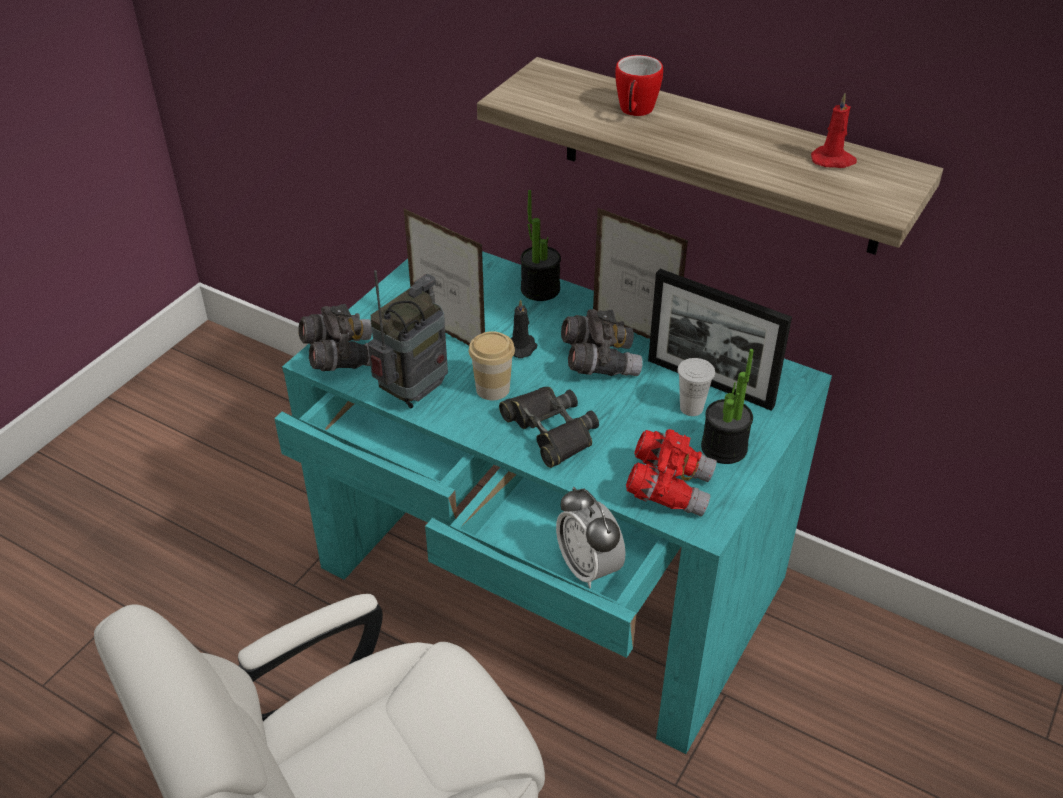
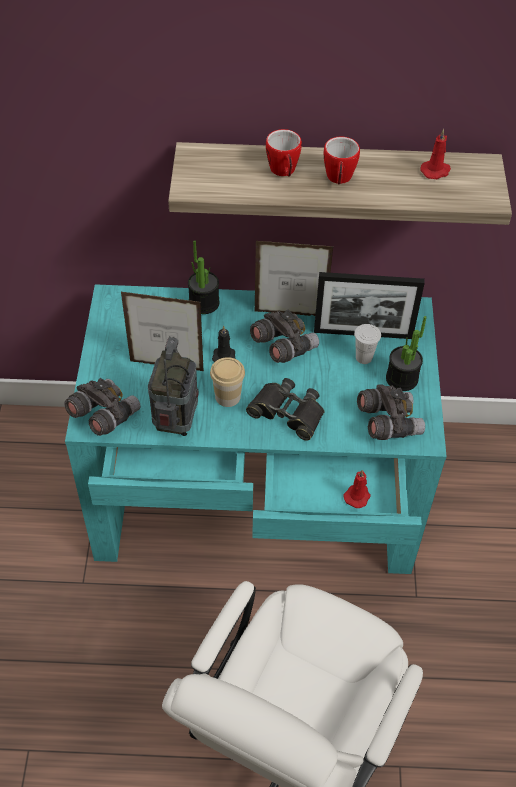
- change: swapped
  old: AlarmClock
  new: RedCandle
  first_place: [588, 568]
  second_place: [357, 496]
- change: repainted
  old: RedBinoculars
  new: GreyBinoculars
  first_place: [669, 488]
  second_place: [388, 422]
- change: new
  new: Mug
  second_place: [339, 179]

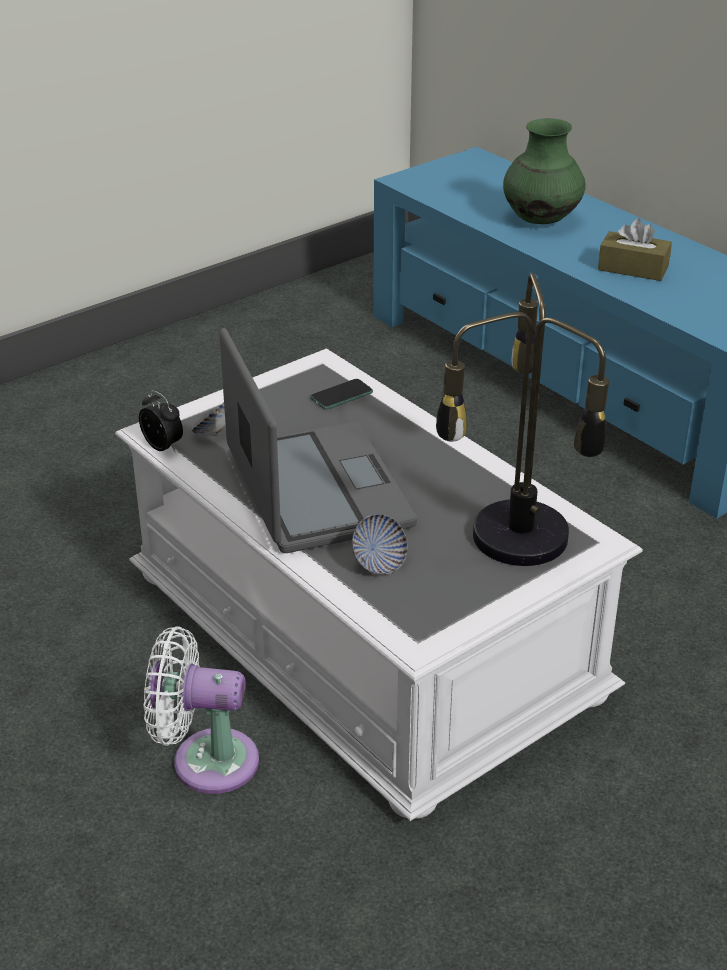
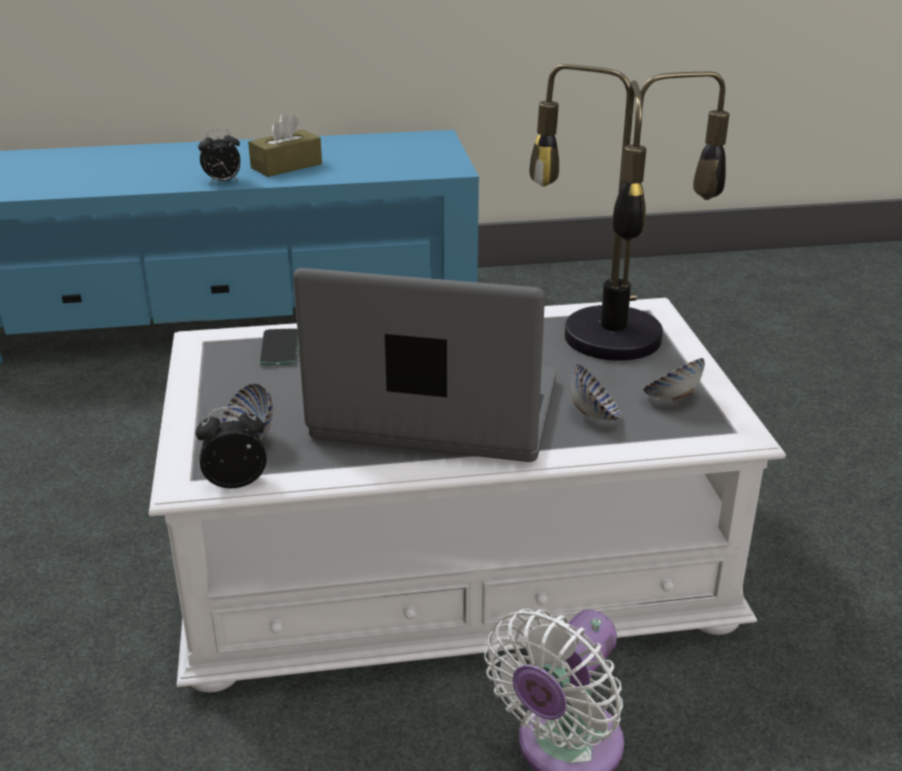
- change: gone
  old: GreenVase
  first_place: [540, 220]
- change: new
  new: AlarmClock
  second_place: [223, 182]
- change: new
  new: Bowl
  second_place: [671, 398]

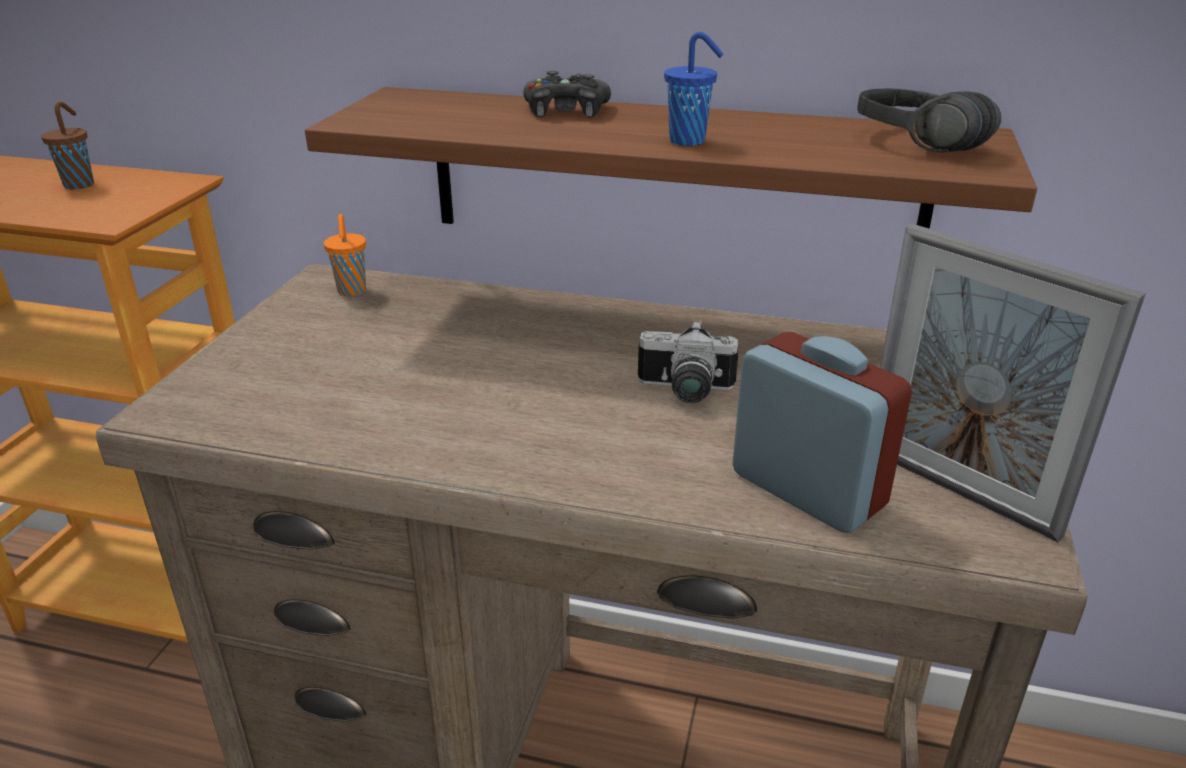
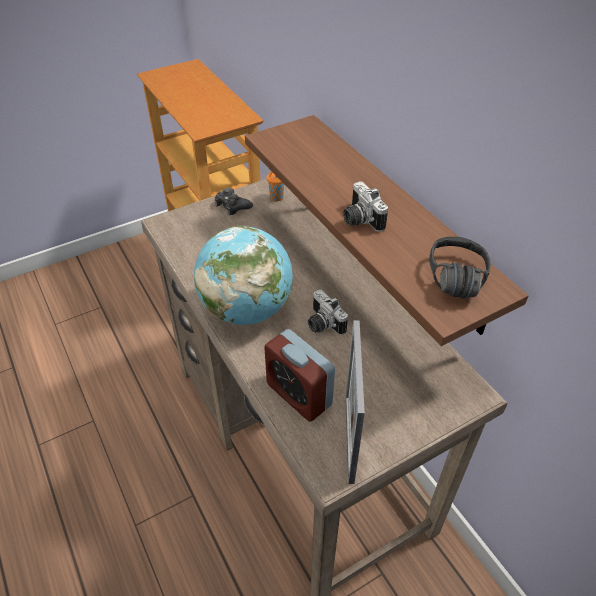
- change: gone
  old: BrownCup
  first_place: [80, 184]
- change: shifted
  old: BlackGameController
  first_place: [566, 110]
  second_place: [232, 205]
- change: swapped
  old: BlueCup
  new: PhotoCamera
  first_place: [689, 141]
  second_place: [359, 220]
- change: rotated
  old: AlarmClock
  first_place: [807, 490]
  second_place: [299, 395]
  degrees: 135
- change: new
  new: Globe
  second_place: [246, 309]

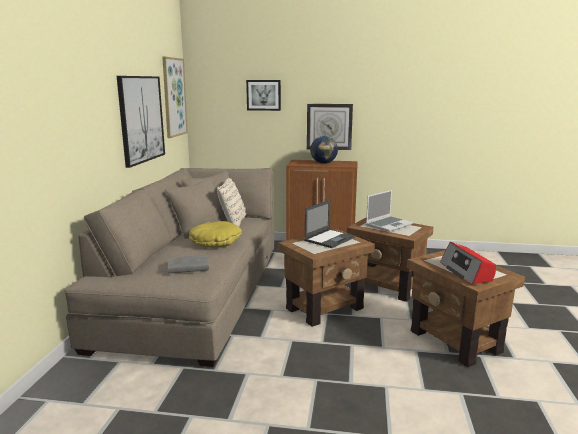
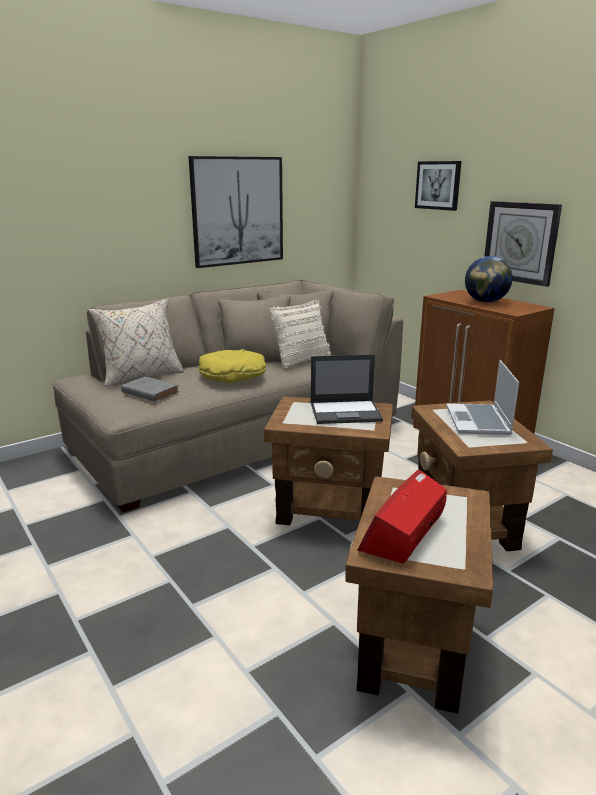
- change: gone
  old: Picture
  first_place: [174, 97]
- change: rotated
  old: Laptop
  first_place: [388, 224]
  second_place: [479, 421]
  degrees: 90
- change: new
  new: BeigePillow
  second_place: [141, 376]

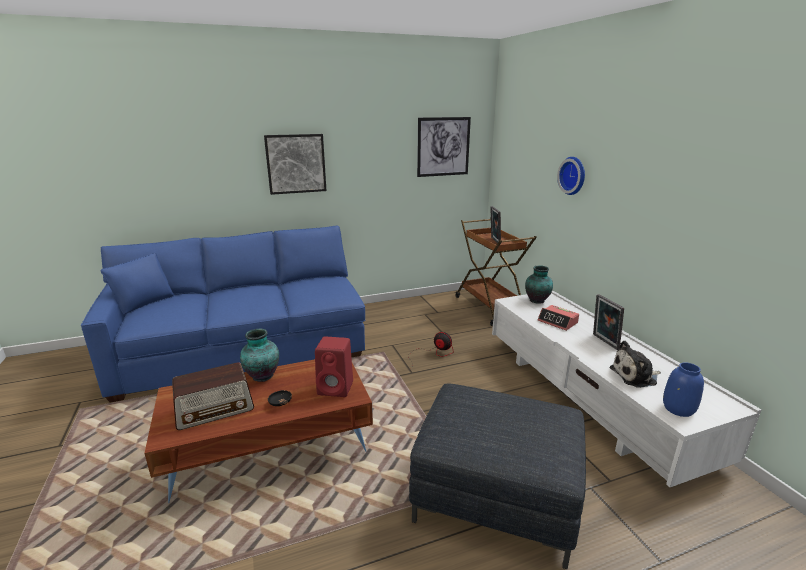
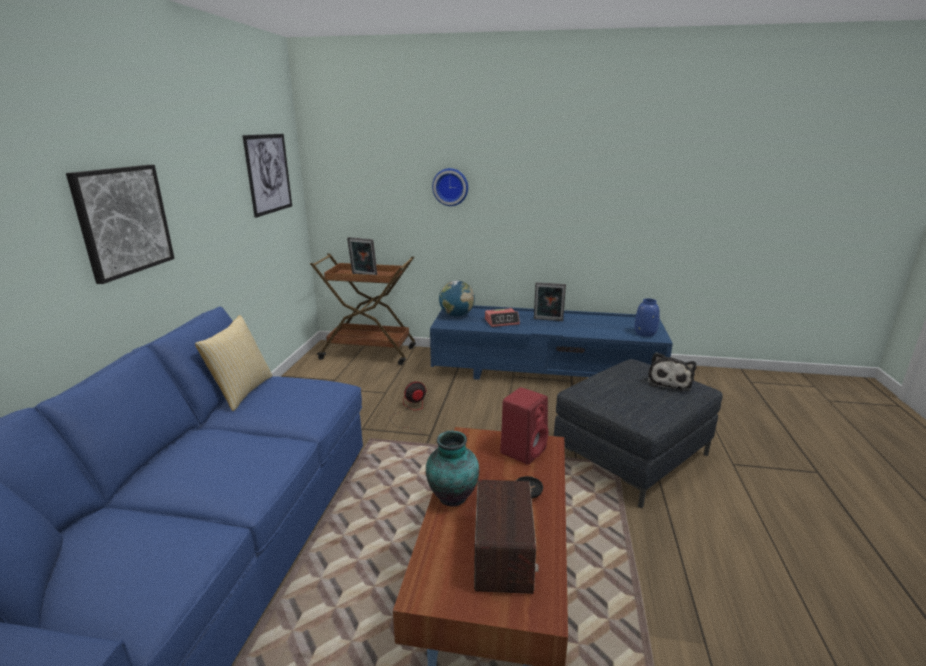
- change: repainted
  old: WhiteTvStand
  new: BlueTvStand
  first_place: [590, 395]
  second_place: [544, 370]
- change: swapped
  old: Vase
  new: Globe
  first_place: [537, 301]
  second_place: [456, 315]
- change: shifted
  old: PlushToy
  first_place: [635, 376]
  second_place: [669, 382]
- change: new
  new: Pillow
  second_place: [241, 392]

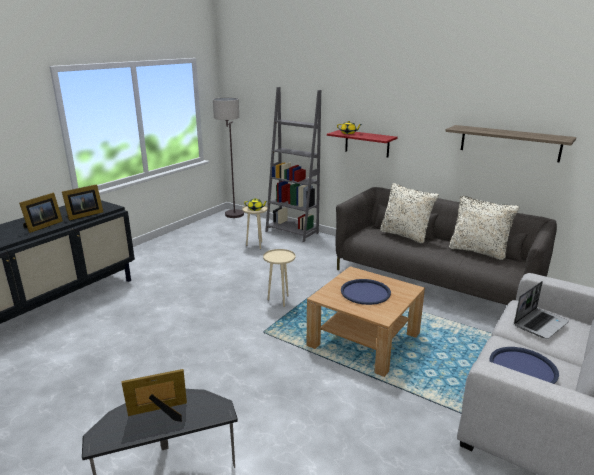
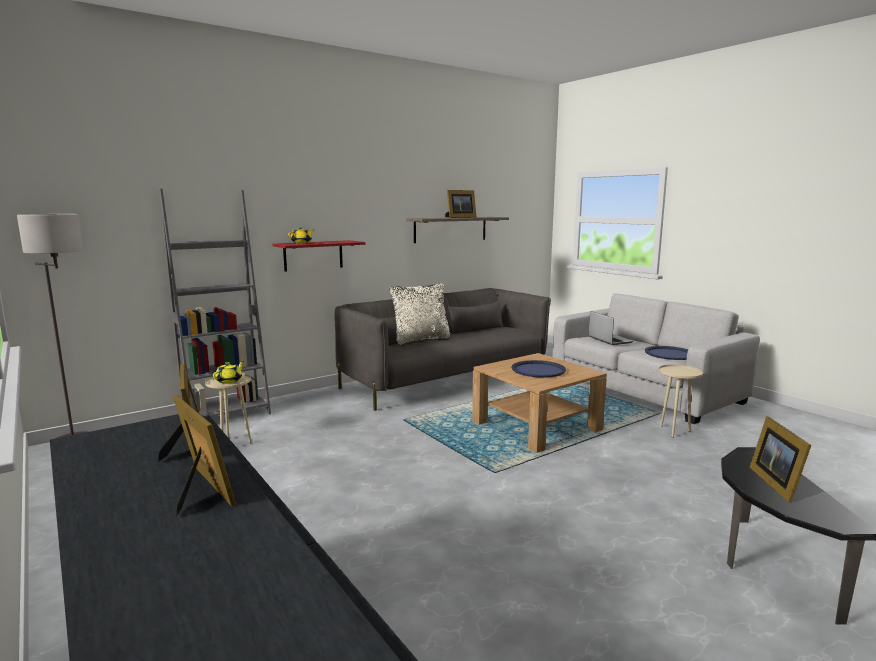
- change: shifted
  old: BeigeSideTable
  first_place: [280, 300]
  second_place: [674, 431]
- change: gone
  old: BeigePillow
  first_place: [478, 252]
- change: new
  new: PictureFrame
  second_place: [459, 217]

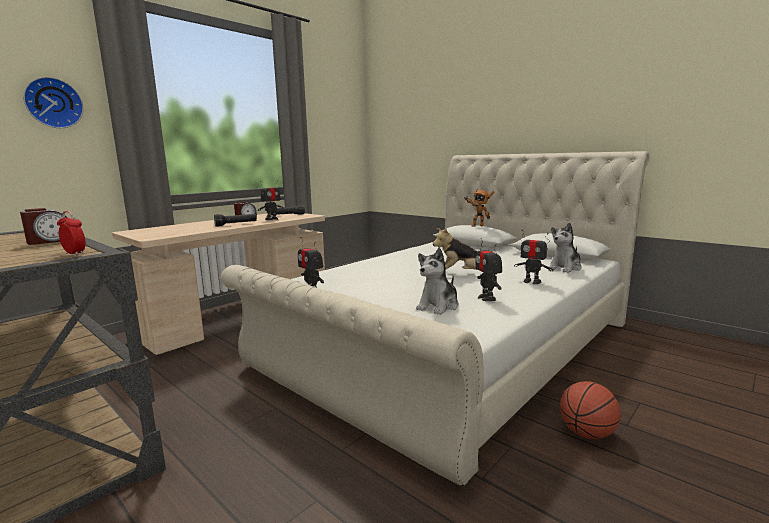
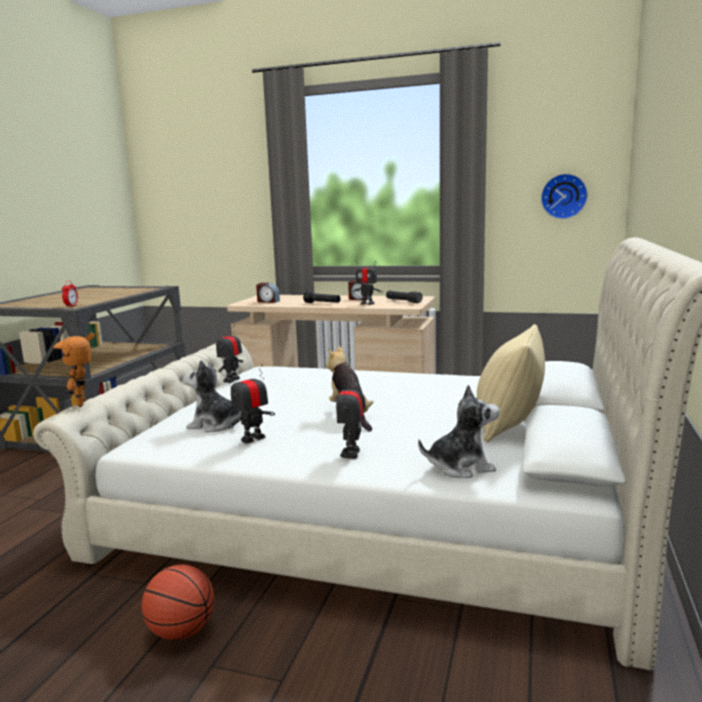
- change: shifted
  old: AlarmClock
  first_place: [50, 241]
  second_place: [268, 301]
- change: shifted
  old: WallClock
  first_place: [53, 103]
  second_place: [563, 196]
- change: shifted
  old: ToyRobot
  first_place: [477, 226]
  second_place: [85, 403]
- change: rotated
  old: PlushToy
  first_place: [565, 268]
  second_place: [460, 467]
  degrees: 150
- change: new
  new: BeigePillow
  second_place: [508, 425]

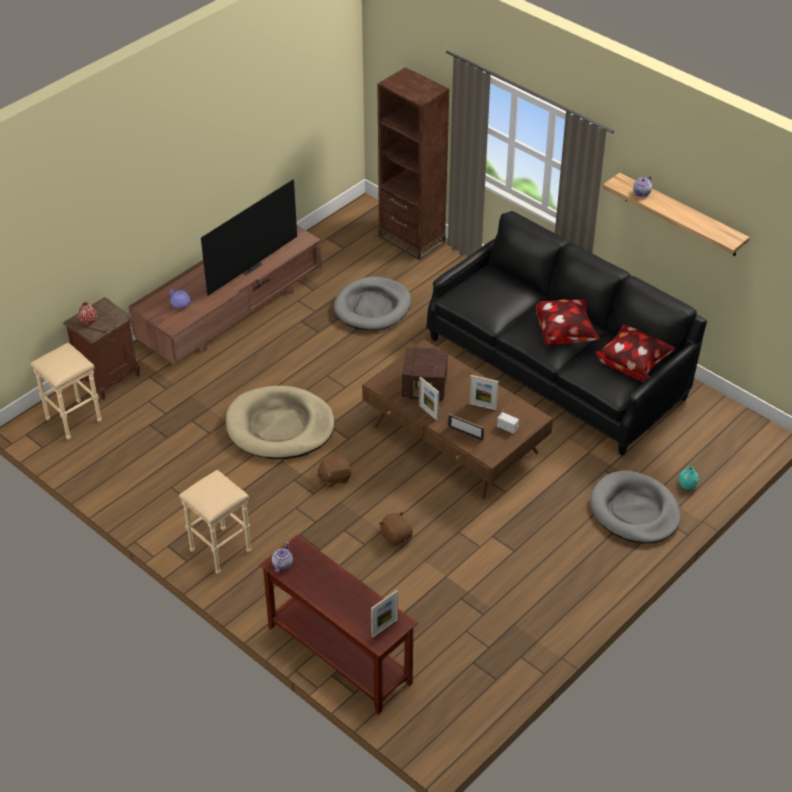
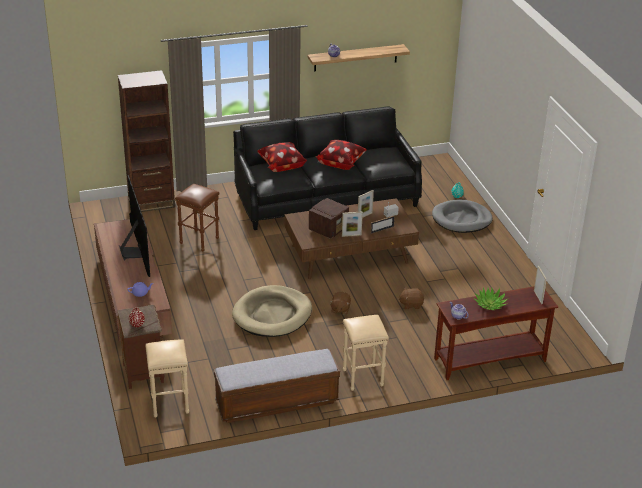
- change: swapped
  old: GreyDogBed
  new: BrownStool
  first_place: [372, 307]
  second_place: [199, 240]
- change: shifted
  old: Pillow
  first_place: [632, 364]
  second_place: [281, 166]
- change: new
  new: Bench
  second_place: [276, 403]
- change: new
  new: PottedPlant
  second_place: [490, 304]

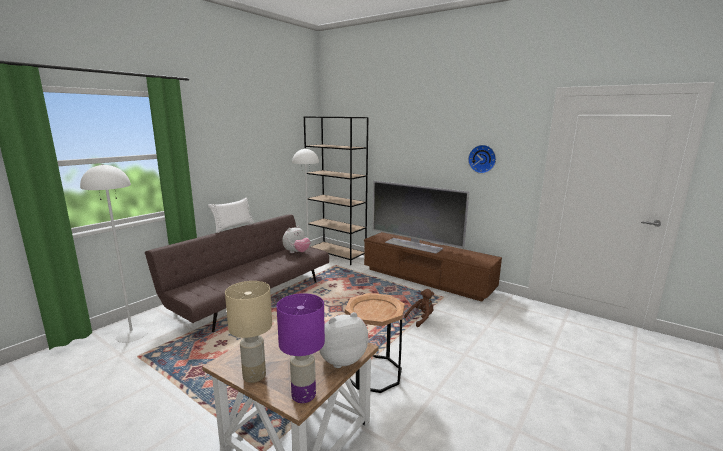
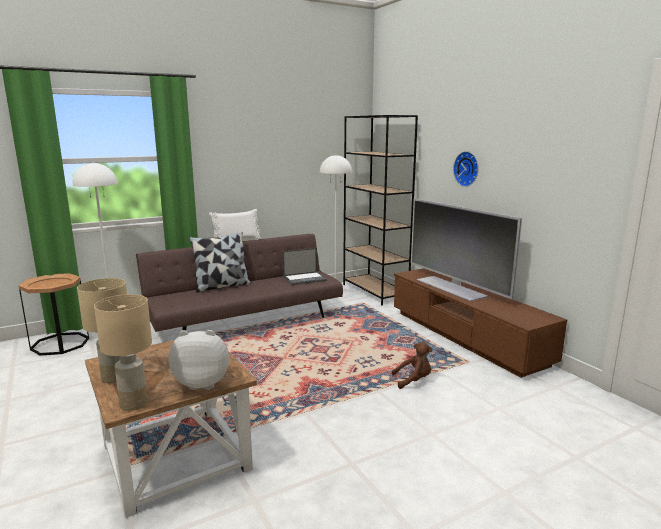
- change: repainted
  old: PurpleTableLamp
  new: BeigeTableLamp
  first_place: [304, 395]
  second_place: [134, 404]
- change: swapped
  old: PlushToy
  new: Laptop
  first_place: [296, 252]
  second_place: [305, 278]
- change: shifted
  old: BrownSideTable
  first_place: [373, 373]
  second_place: [60, 344]
- change: shifted
  old: WallClock
  first_place: [482, 159]
  second_place: [467, 168]
- change: new
  new: Pillow
  second_place: [222, 286]

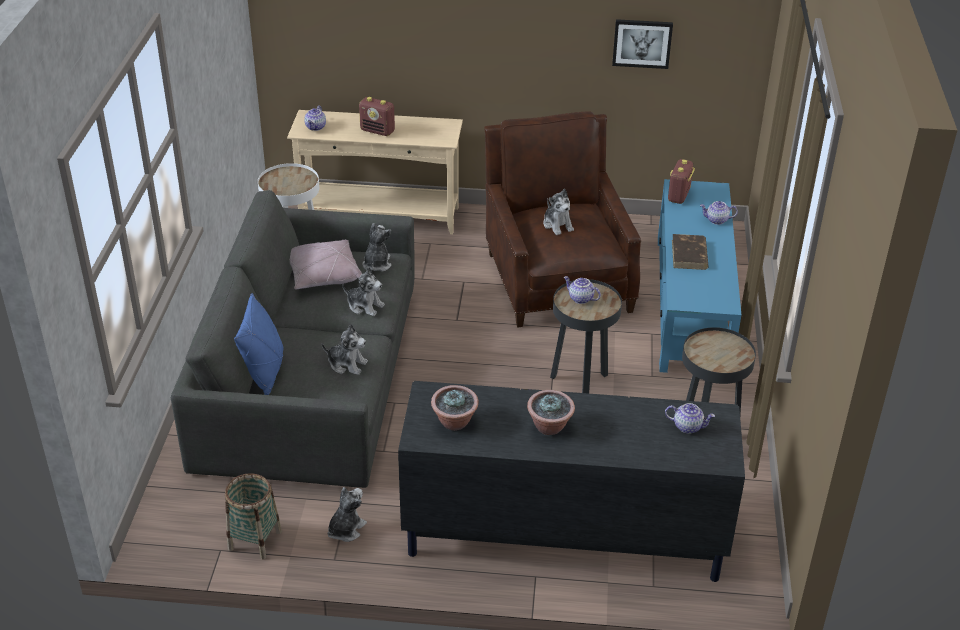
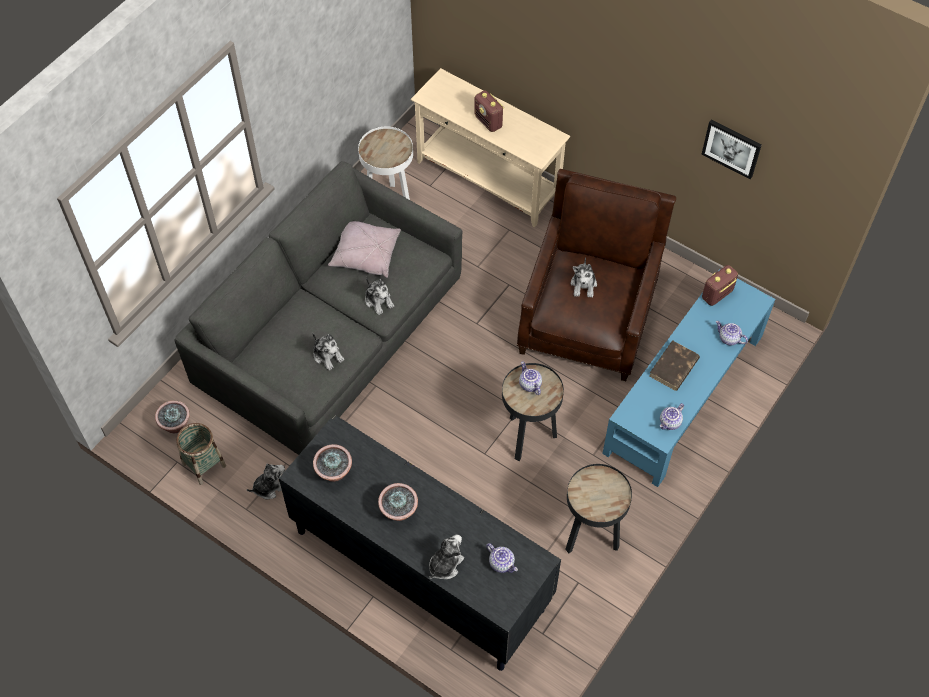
- change: gone
  old: BluePillow
  first_place: [265, 372]
- change: shifted
  old: Teapot
  first_place: [316, 127]
  second_place: [670, 423]
- change: shifted
  old: PlushToy
  first_place: [376, 264]
  second_place: [445, 564]
- change: new
  new: PottedPlant
  second_place: [176, 425]

